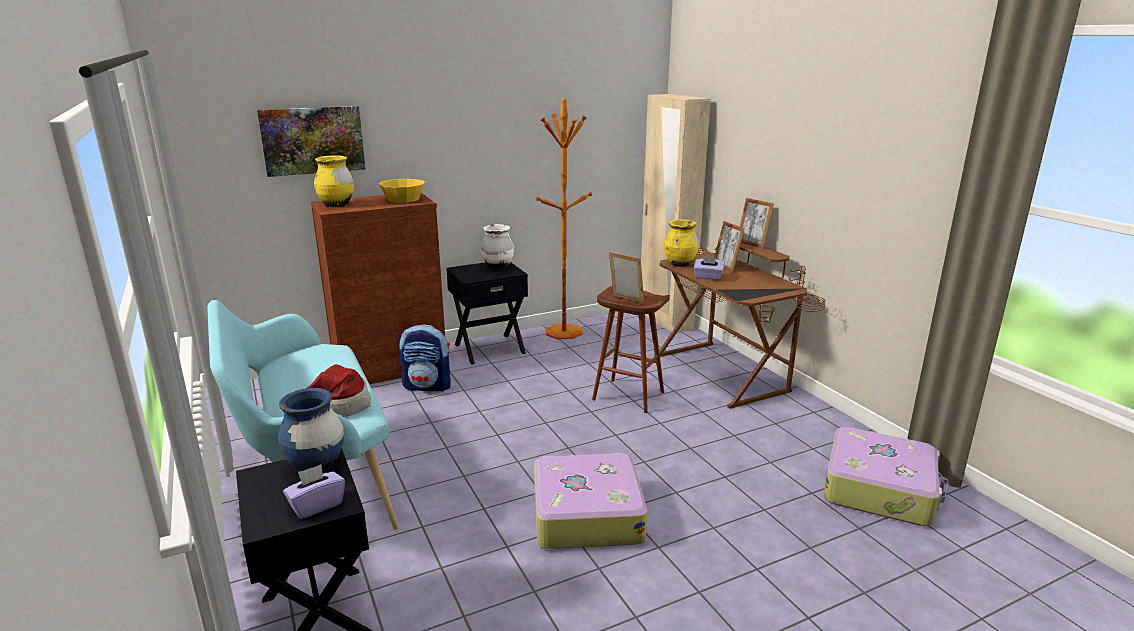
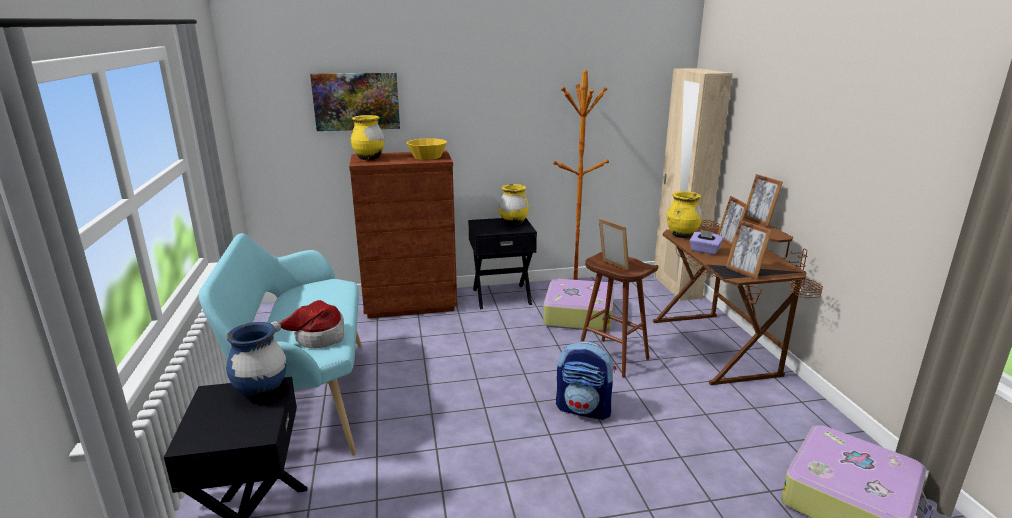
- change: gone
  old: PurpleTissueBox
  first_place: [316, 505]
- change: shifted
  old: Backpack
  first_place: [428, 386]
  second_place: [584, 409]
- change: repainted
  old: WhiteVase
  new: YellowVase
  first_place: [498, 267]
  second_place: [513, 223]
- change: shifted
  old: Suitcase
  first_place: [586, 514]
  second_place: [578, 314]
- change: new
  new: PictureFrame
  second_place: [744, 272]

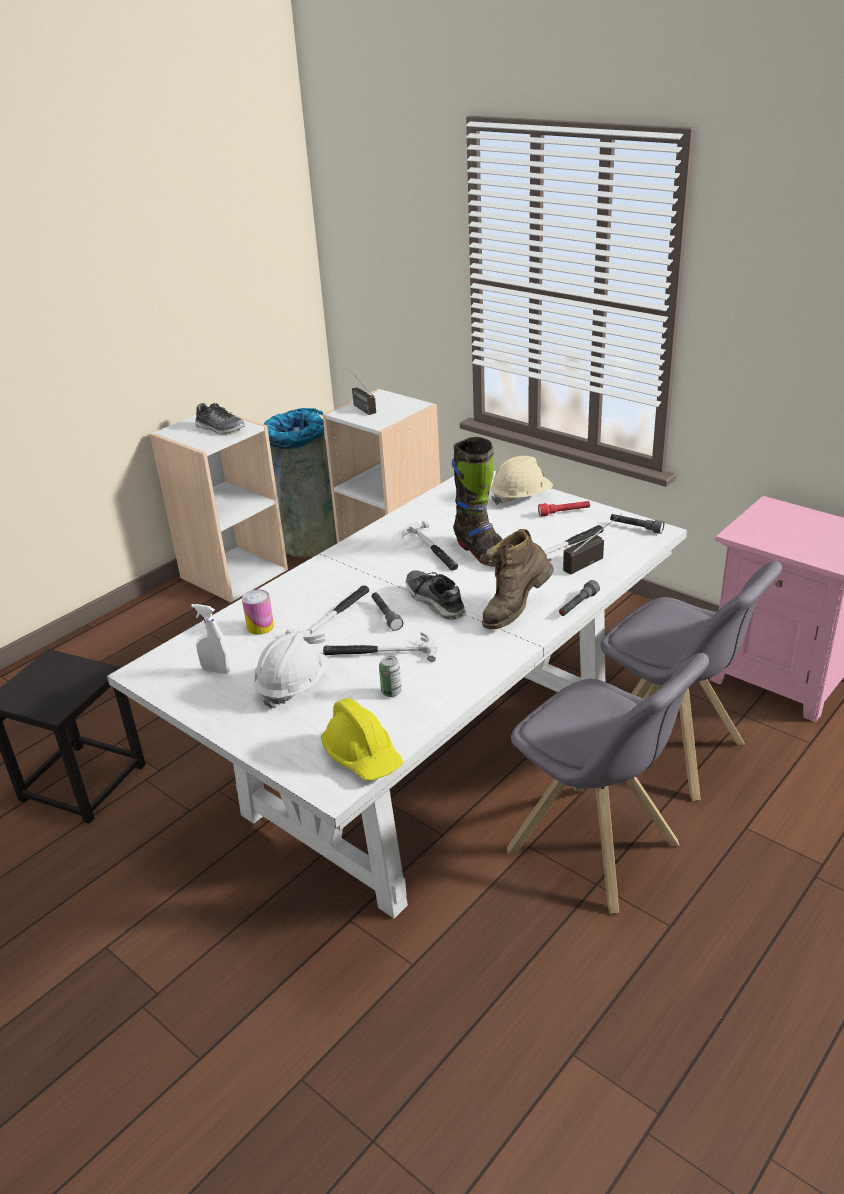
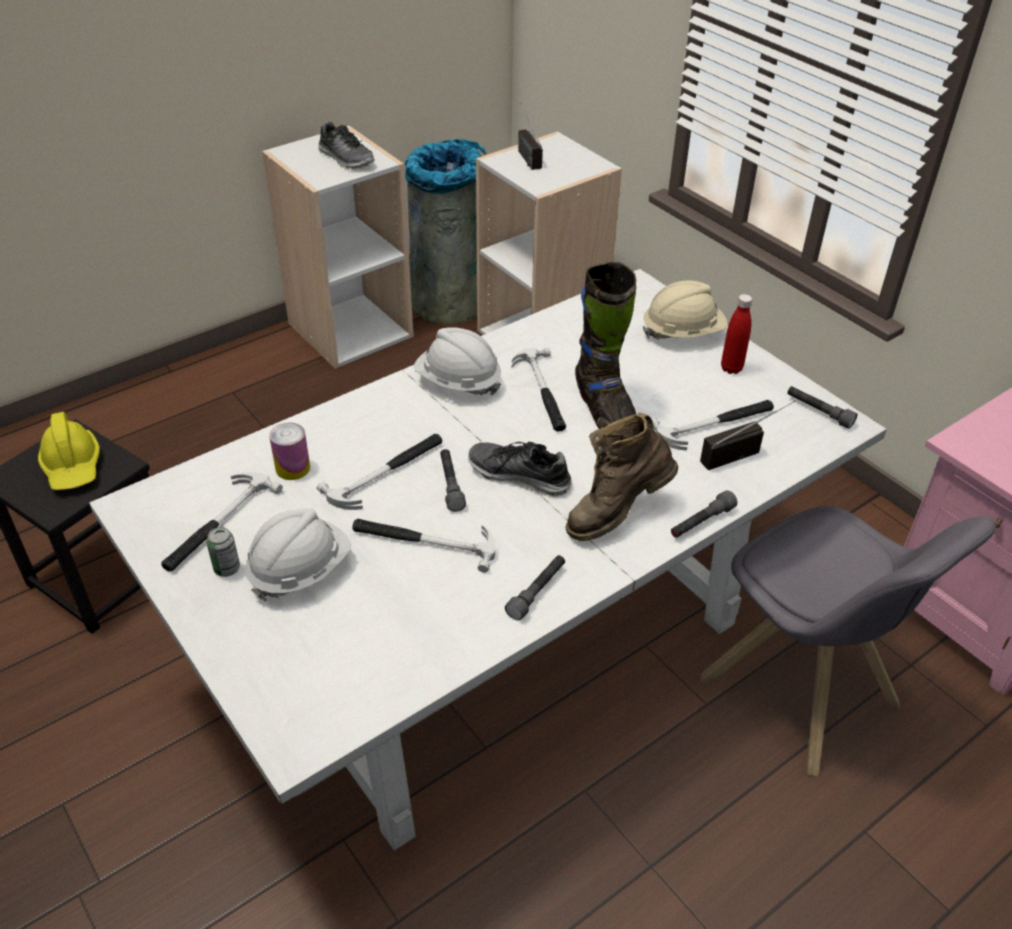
- change: swapped
  old: WhiteSprayBottle
  new: Hammer
  first_place: [216, 670]
  second_place: [217, 524]
- change: shifted
  old: YellowHardHat
  first_place: [363, 755]
  second_place: [73, 466]
- change: shifted
  old: Can
  first_place: [391, 692]
  second_place: [227, 569]
- change: rotated
  old: Shoe
  first_place: [435, 602]
  second_place: [519, 476]
  degrees: -45
- change: gone
  old: GreyChair
  first_place: [594, 847]
- change: swapped
  old: RedFlashlight
  new: RedBottle
  first_place: [564, 513]
  second_place: [731, 368]
- change: new
  new: WhiteHardHat
  second_place: [458, 382]
- change: new
  new: GreyFlashlight
  second_place: [537, 592]

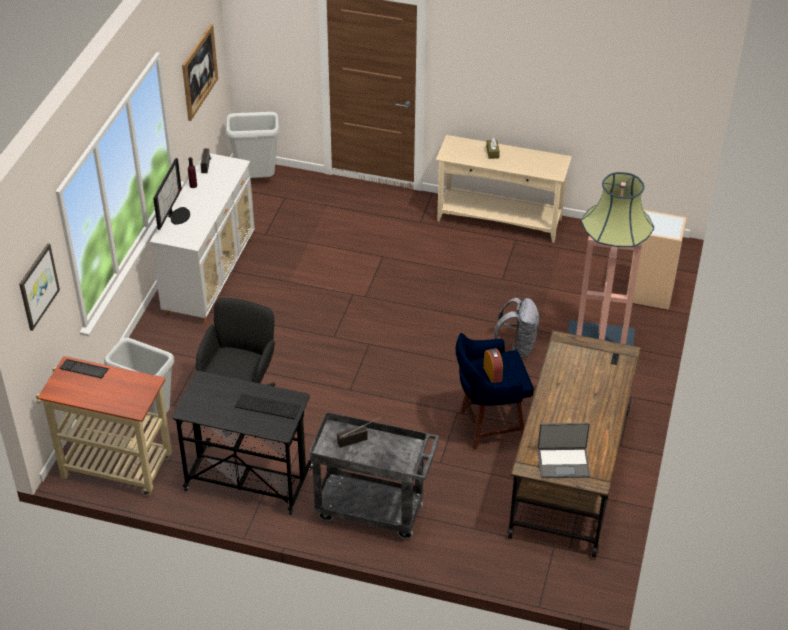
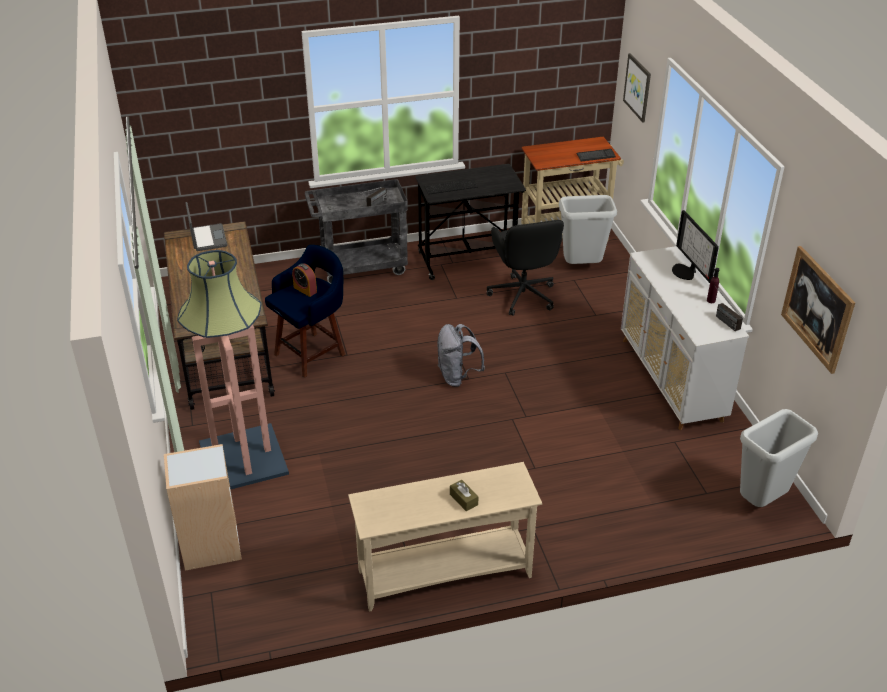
- change: shifted
  old: GreyBackpack
  first_place: [517, 347]
  second_place: [457, 377]
- change: rotated
  old: Laptop
  first_place: [563, 462]
  second_place: [207, 238]
  degrees: 105

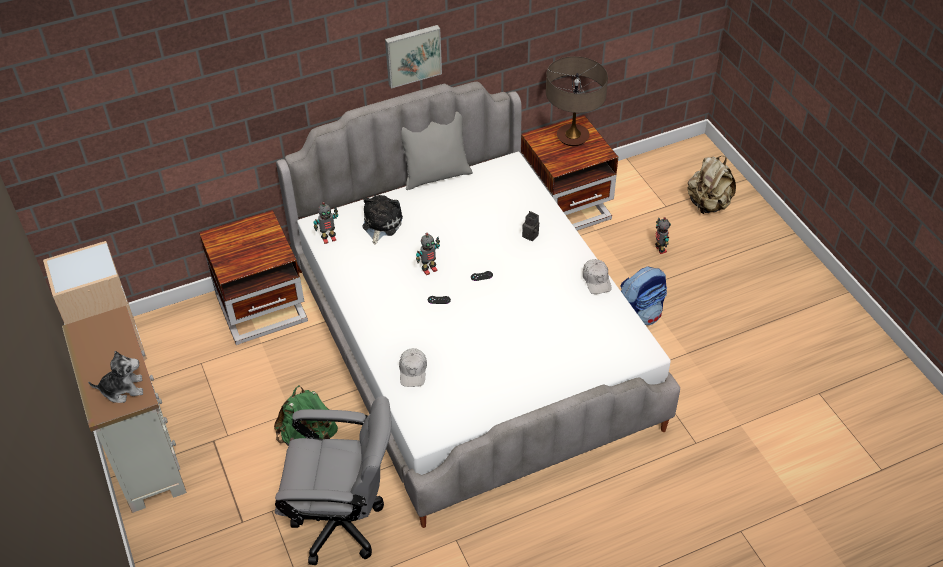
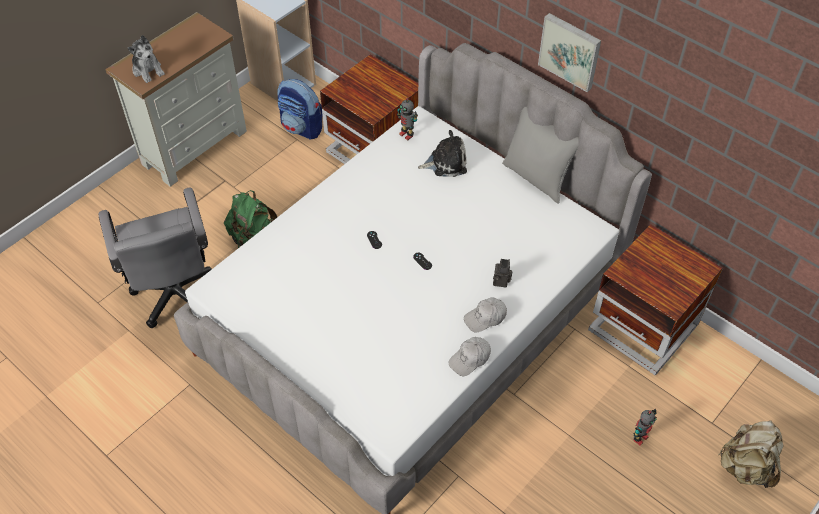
- change: shifted
  old: WhiteCap
  first_place: [413, 371]
  second_place: [485, 318]
- change: gone
  old: ToyRobot
  first_place: [429, 269]
- change: gone
  old: TableLamp
  first_place: [572, 137]
- change: shifted
  old: Backpack
  first_place: [639, 316]
  second_place: [302, 128]

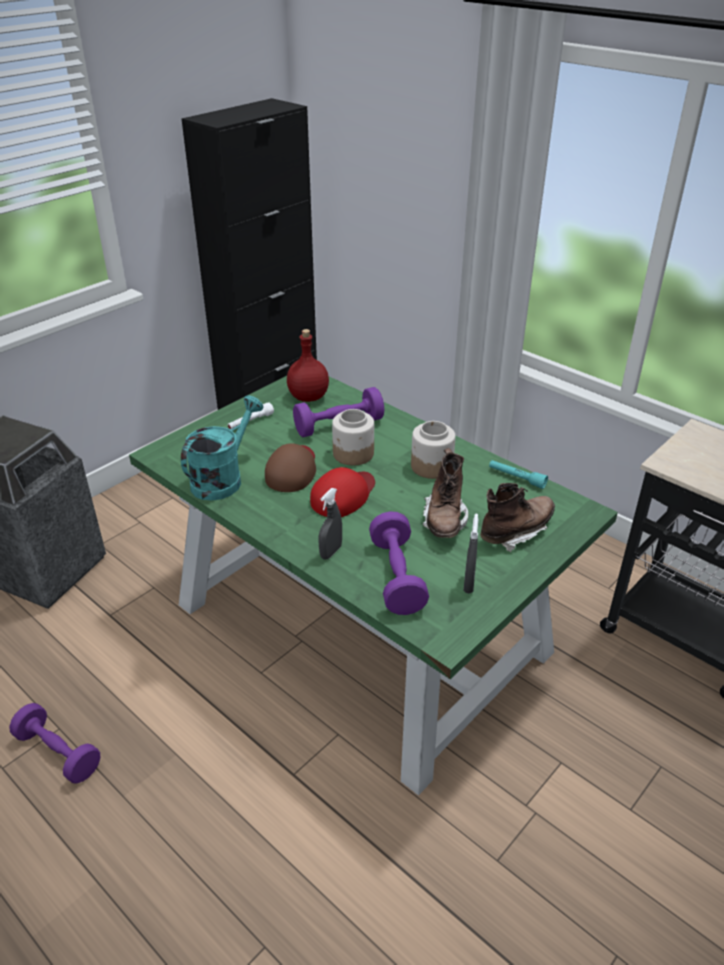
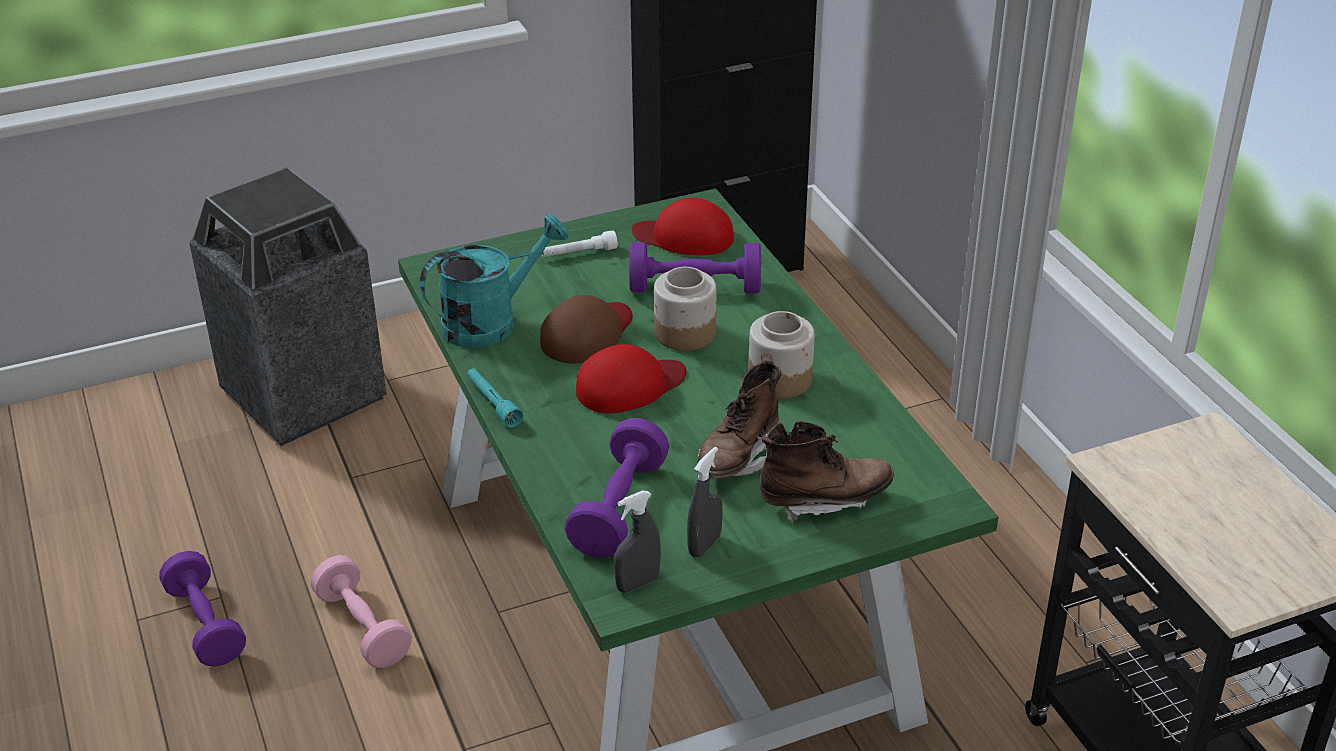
- change: swapped
  old: RedBottle
  new: RedCap
  first_place: [309, 397]
  second_place: [684, 237]
- change: shifted
  old: GreySprayBottle
  first_place: [331, 552]
  second_place: [637, 584]
- change: shifted
  old: TurquoiseFlashlight
  first_place: [516, 478]
  second_place: [493, 403]
- change: new
  new: PinkDumbbell
  second_place: [363, 628]

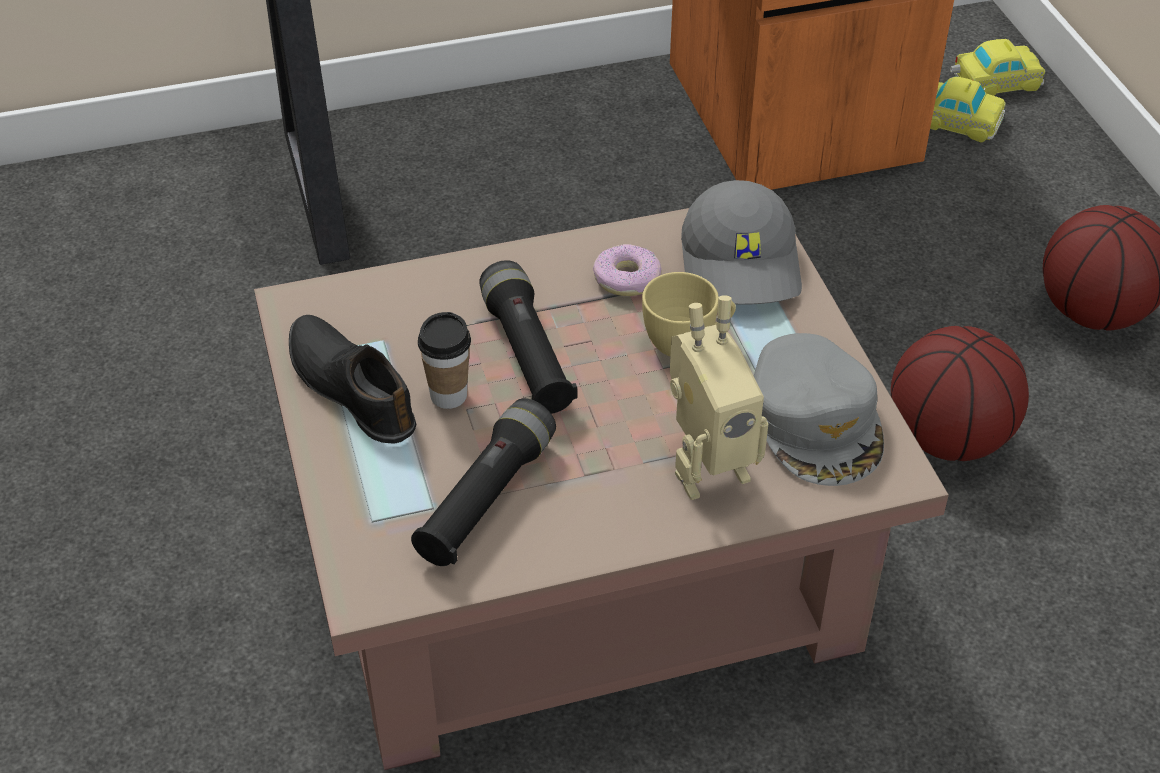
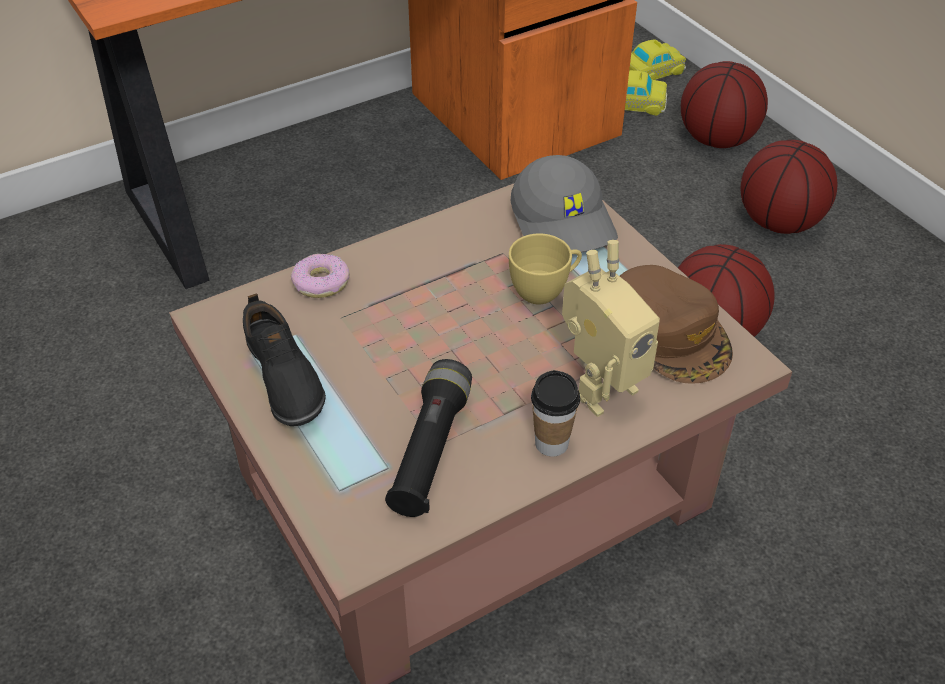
- change: rotated
  old: BlackShoe
  first_place: [352, 387]
  second_place: [283, 379]
  degrees: -150
- change: shifted
  old: Cup
  first_place: [448, 395]
  second_place: [551, 443]
- change: gone
  old: BlackFlashlight
  first_place: [527, 354]
- change: shifted
  old: Donut
  first_place: [626, 278]
  second_place: [321, 282]
- change: repainted
  old: GreyCap
  new: BrownCap
  first_place: [816, 420]
  second_place: [670, 333]
- change: new
  new: Basketball
  second_place: [716, 140]

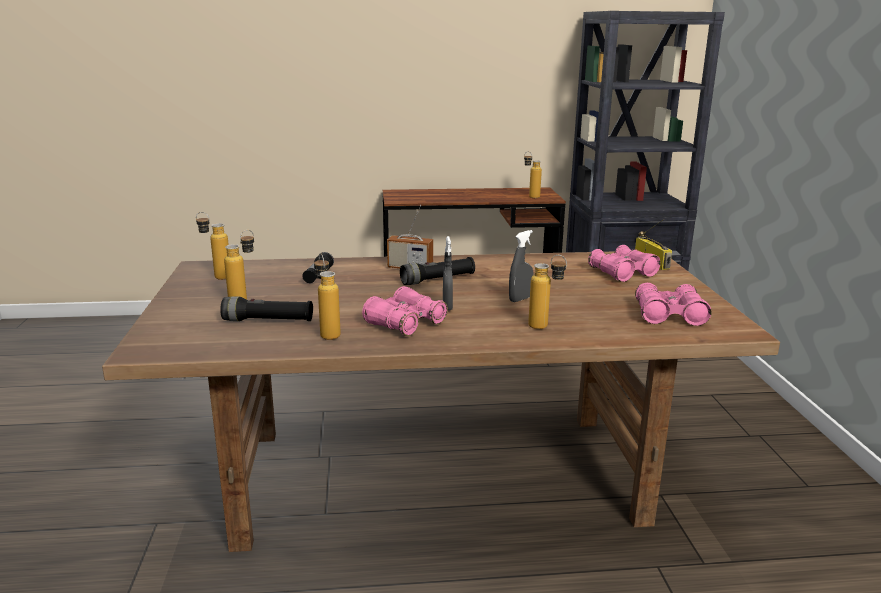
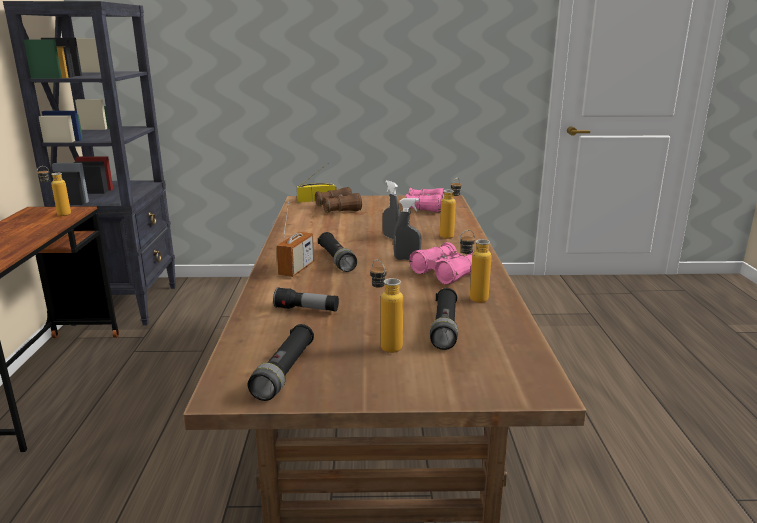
- change: swapped
  old: Bottle
  new: BlackFlashlight
  first_place: [216, 277]
  second_place: [284, 372]
- change: repainted
  old: PinkBinoculars
  new: BrownBinoculars
  first_place: [622, 273]
  second_place: [338, 208]

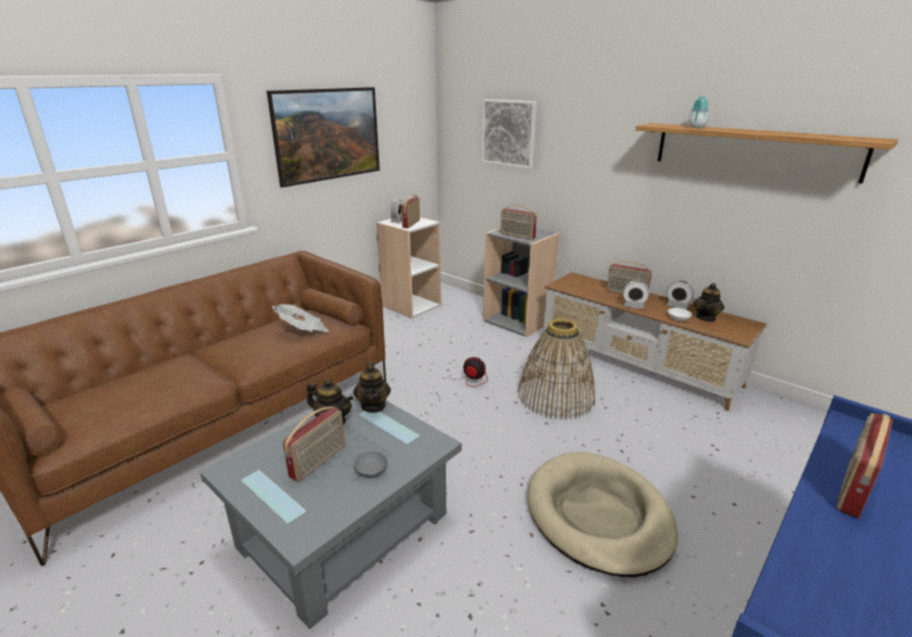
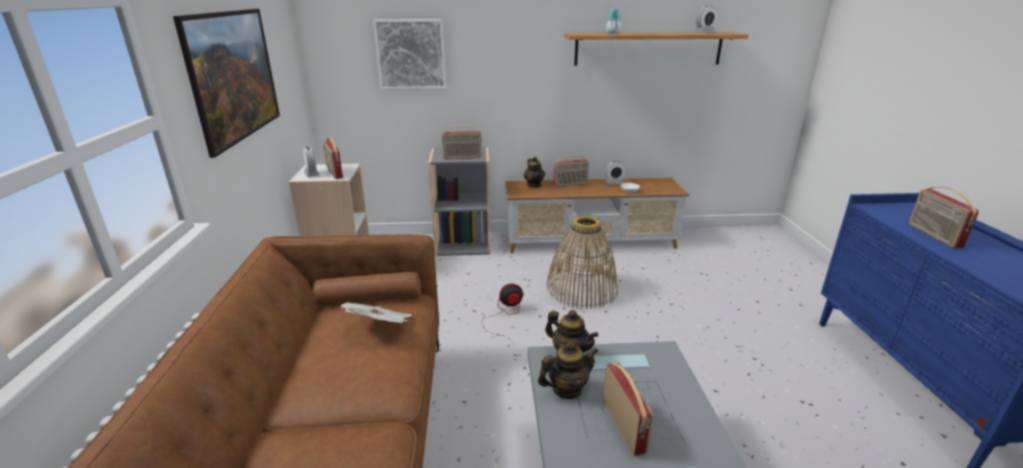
- change: gone
  old: GreyBowl
  first_place: [372, 471]
- change: gone
  old: BeigeDogBed
  first_place: [598, 516]
- change: shifted
  old: AlarmClock
  first_place: [633, 306]
  second_place: [704, 33]
- change: shifted
  old: Teapot
  first_place: [706, 317]
  second_place: [534, 185]

